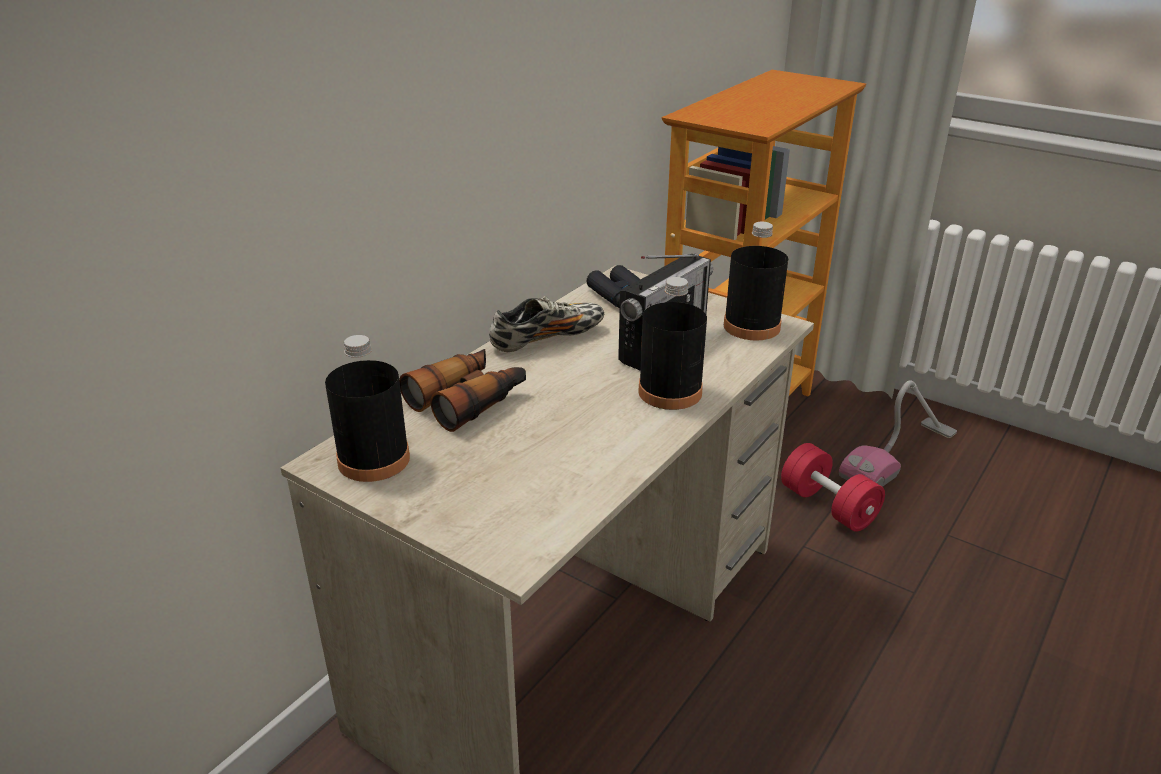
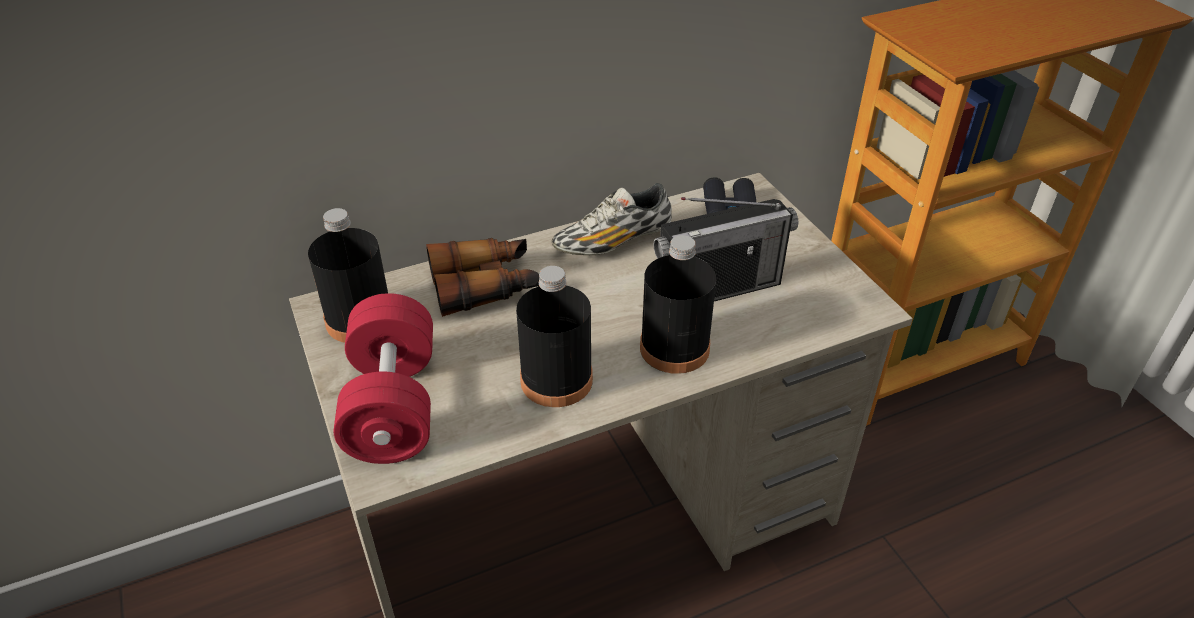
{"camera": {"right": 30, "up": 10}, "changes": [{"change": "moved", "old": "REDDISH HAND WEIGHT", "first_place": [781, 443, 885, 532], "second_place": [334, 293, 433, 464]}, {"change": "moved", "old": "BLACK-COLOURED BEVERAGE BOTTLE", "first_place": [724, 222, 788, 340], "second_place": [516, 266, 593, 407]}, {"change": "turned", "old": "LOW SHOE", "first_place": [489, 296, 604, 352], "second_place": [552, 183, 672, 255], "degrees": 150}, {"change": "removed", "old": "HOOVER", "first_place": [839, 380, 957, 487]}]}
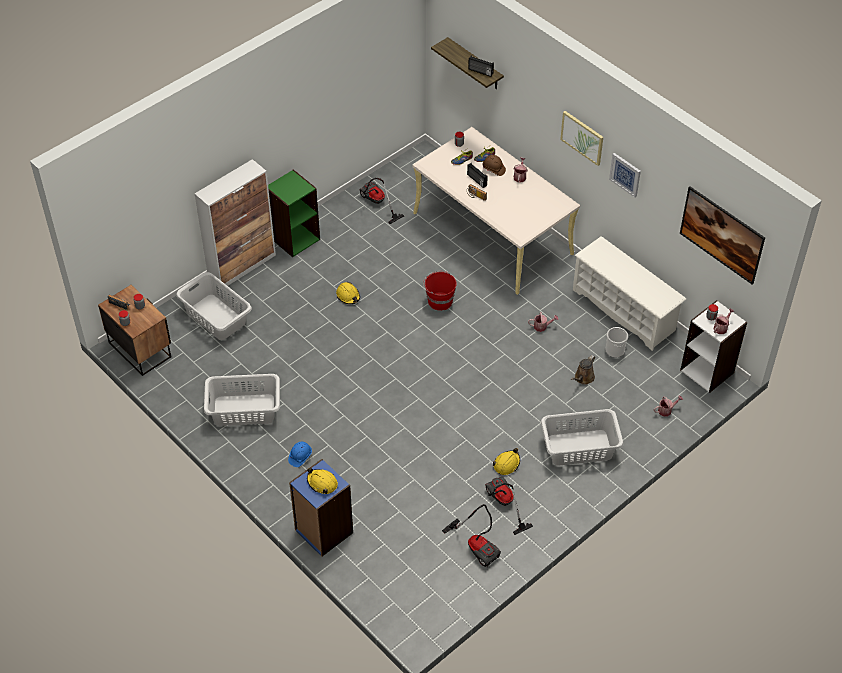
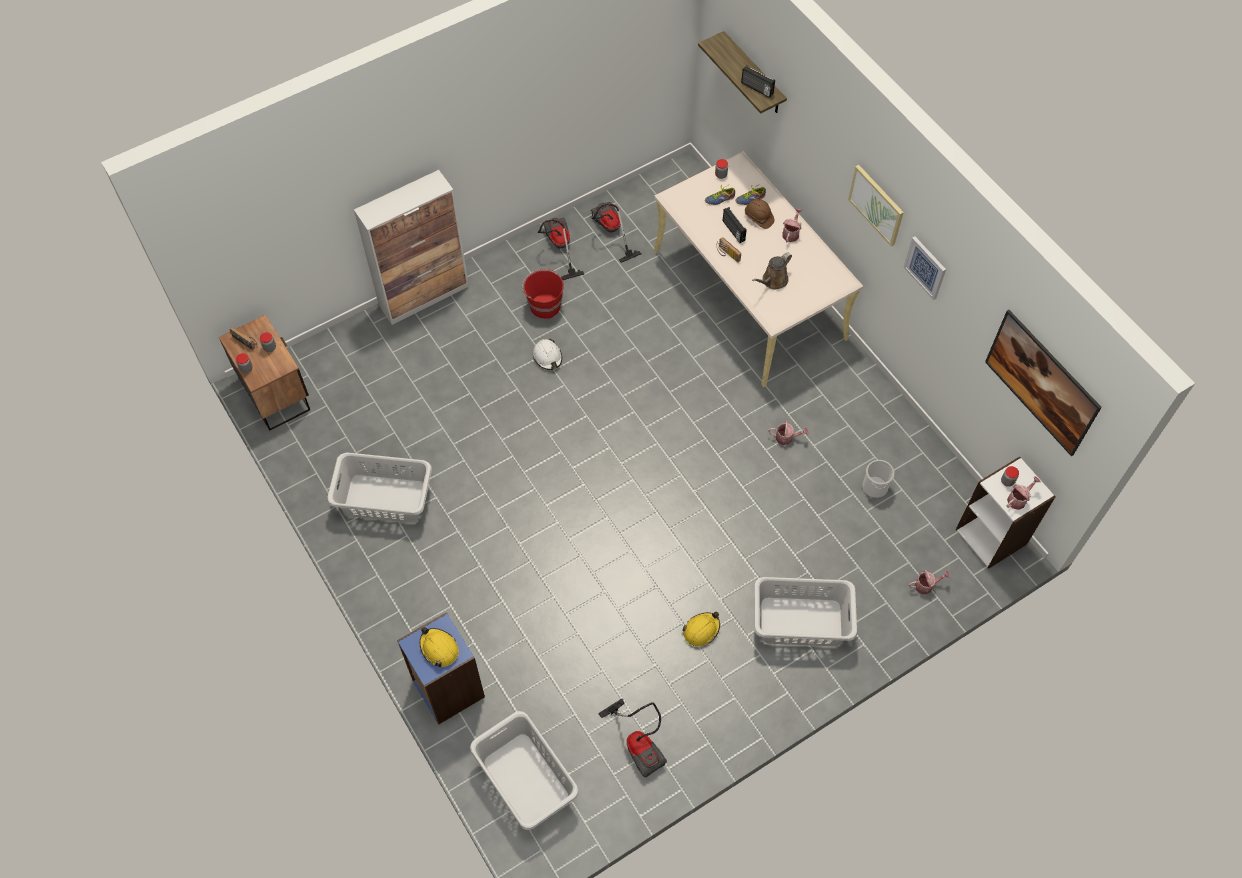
{"camera": {"right": 10, "up": 10}, "changes": [{"change": "moved", "old": "GRAY WASHING BASKET", "first_place": [176, 272, 252, 340], "second_place": [470, 711, 579, 830]}, {"change": "moved", "old": "REDDISH BUCKET", "first_place": [423, 271, 457, 311], "second_place": [522, 269, 564, 319]}, {"change": "recoloured", "old": "YELLOW-COLOURED SAFETY HELMET", "new": "WHITE SAFETY HELMET", "first_place": [336, 282, 360, 304], "second_place": [533, 339, 562, 370]}, {"change": "moved", "old": "HOOVER", "first_place": [485, 477, 533, 535], "second_place": [538, 218, 584, 280]}, {"change": "moved", "old": "BROWNISH WATERING CAN", "first_place": [571, 355, 595, 385], "second_place": [752, 252, 792, 290]}, {"change": "removed", "old": "GREEN SHELVING UNIT", "first_place": [268, 169, 320, 257]}, {"change": "removed", "old": "BLUE-COLOURED SAFETY HELMET", "first_place": [288, 442, 312, 467]}, {"change": "removed", "old": "WHITE SHOE SHELF", "first_place": [573, 236, 686, 351]}]}
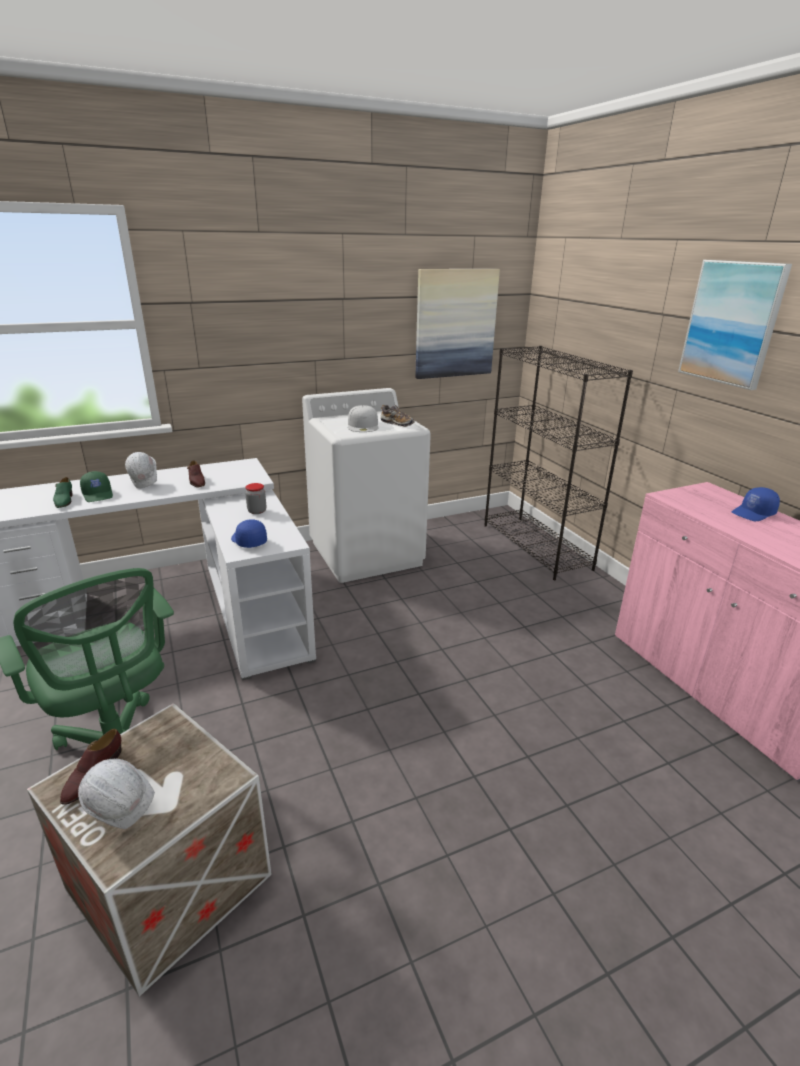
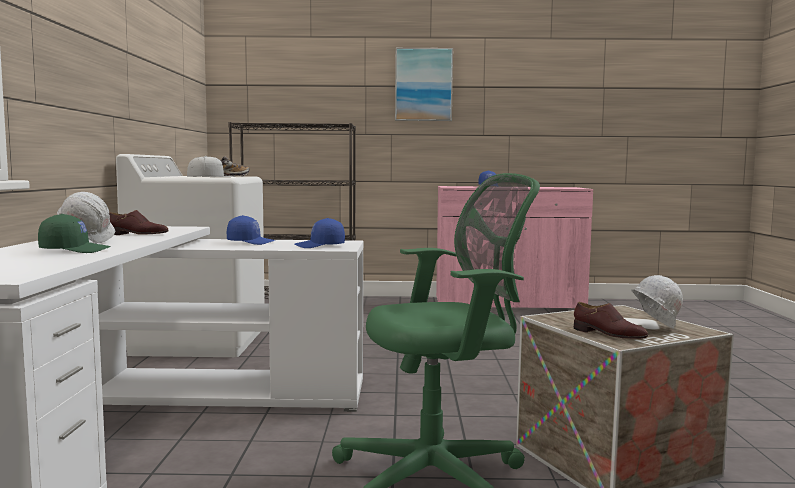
{"camera": {"right": -65, "up": -20}, "changes": [{"change": "replaced", "old": "STORAGE JAR", "new": "BLUE-COLOURED CAP", "first_place": [245, 483, 266, 514], "second_place": [227, 215, 275, 245]}, {"change": "removed", "old": "GREEN LOW SHOE", "first_place": [53, 477, 72, 508]}, {"change": "removed", "old": "WALL PICTURE", "first_place": [415, 269, 500, 379]}]}
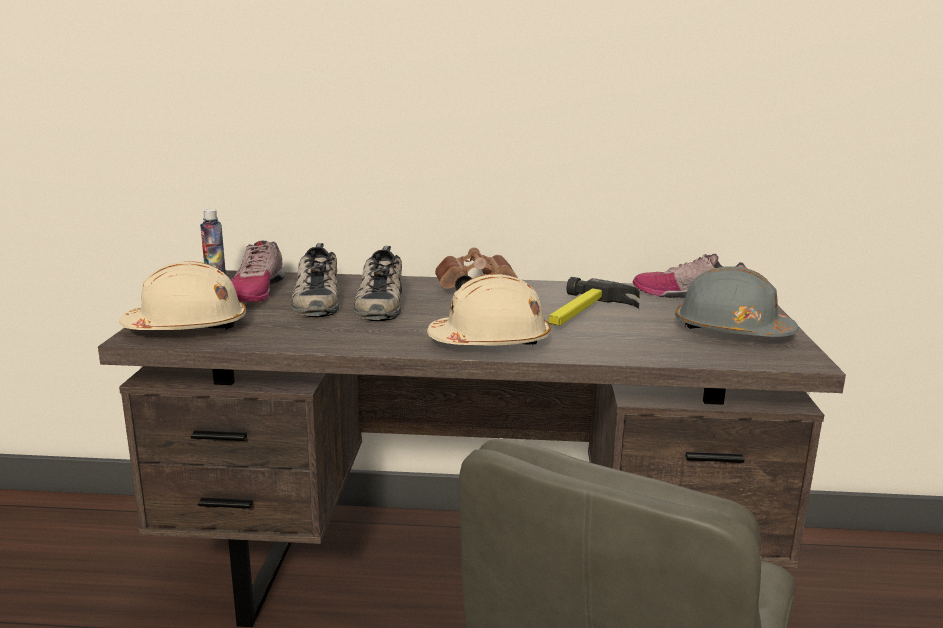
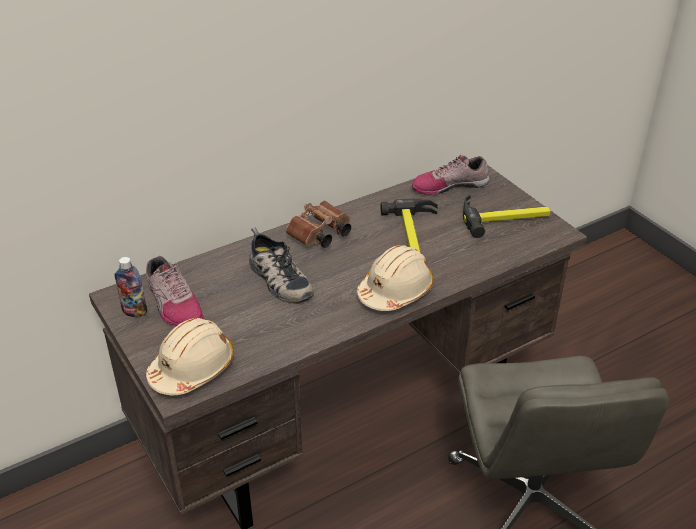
{"camera": {"right": -35, "up": 20}, "changes": [{"change": "replaced", "old": "GRAY SAFETY HELMET", "new": "TOOL HAMMER", "first_place": [675, 266, 799, 337], "second_place": [463, 195, 551, 238]}, {"change": "removed", "old": "LOW SHOE", "first_place": [291, 243, 339, 317]}]}
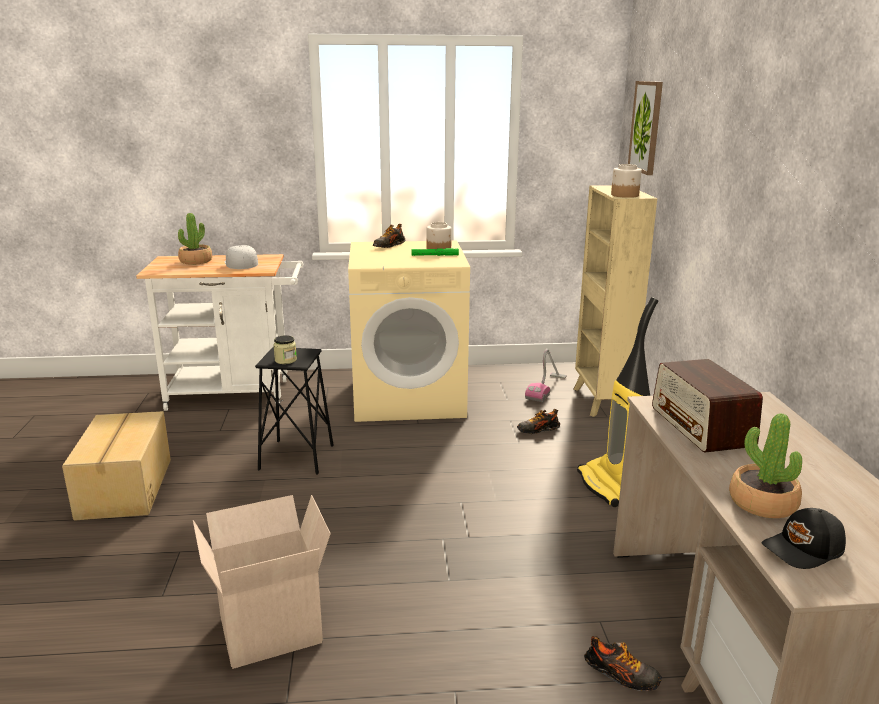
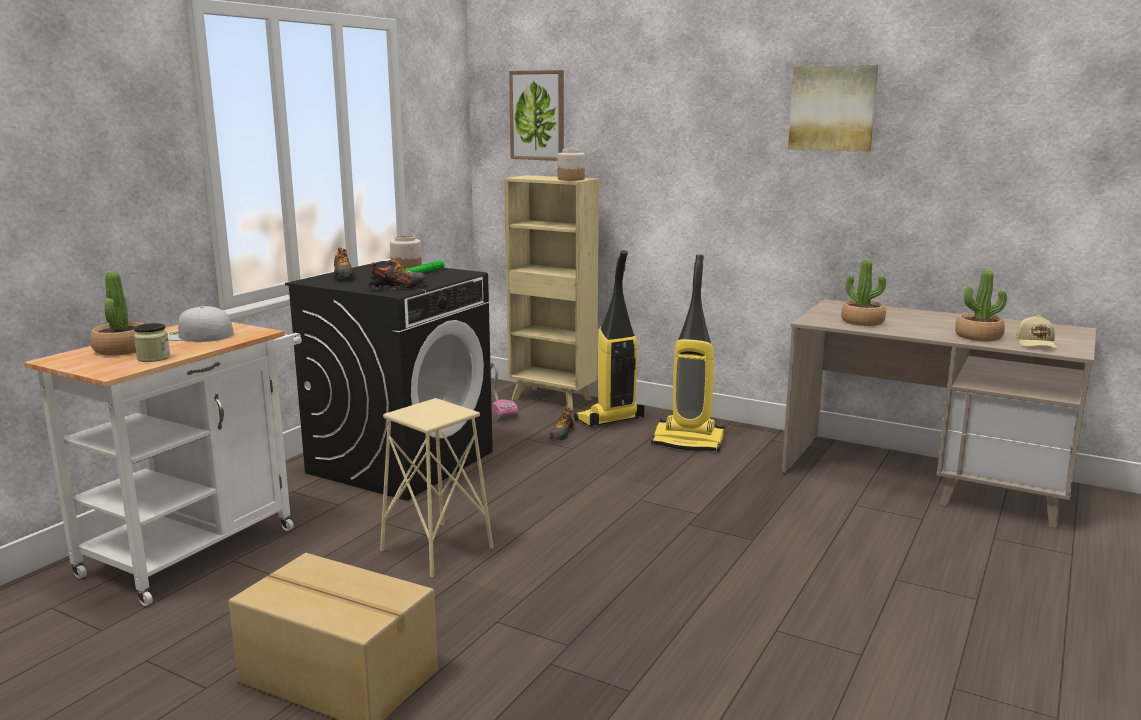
{"camera": {"right": -55, "up": -5}, "changes": [{"change": "moved", "old": "STORAGE JAR", "first_place": [273, 335, 297, 364], "second_place": [134, 323, 170, 362]}, {"change": "recoloured", "old": "BEIGE-COLOURED LAUNDRY MACHINE", "new": "BLACK-COLOURED LAUNDRY MACHINE", "first_place": [348, 241, 470, 422], "second_place": [285, 261, 493, 501]}, {"change": "moved", "old": "LOW SHOE", "first_place": [584, 636, 662, 691], "second_place": [367, 258, 427, 290]}, {"change": "recoloured", "old": "BLACK-COLOURED STOOL", "new": "BEIGE-COLOURED STOOL", "first_place": [255, 347, 333, 474], "second_place": [380, 398, 493, 578]}, {"change": "added", "new": "HOOVER", "second_place": [574, 250, 644, 427]}, {"change": "added", "new": "WALL PICTURE", "second_place": [788, 65, 878, 152]}, {"change": "replaced", "old": "RADIO SET", "new": "PLANT IN A POT", "first_place": [652, 359, 763, 453], "second_place": [841, 259, 886, 326]}, {"change": "recoloured", "old": "BLACK-COLOURED CAP", "new": "BEIGE-COLOURED CAP", "first_place": [761, 508, 846, 569], "second_place": [1016, 315, 1057, 349]}, {"change": "removed", "old": "CARTON", "first_place": [193, 495, 331, 669]}]}
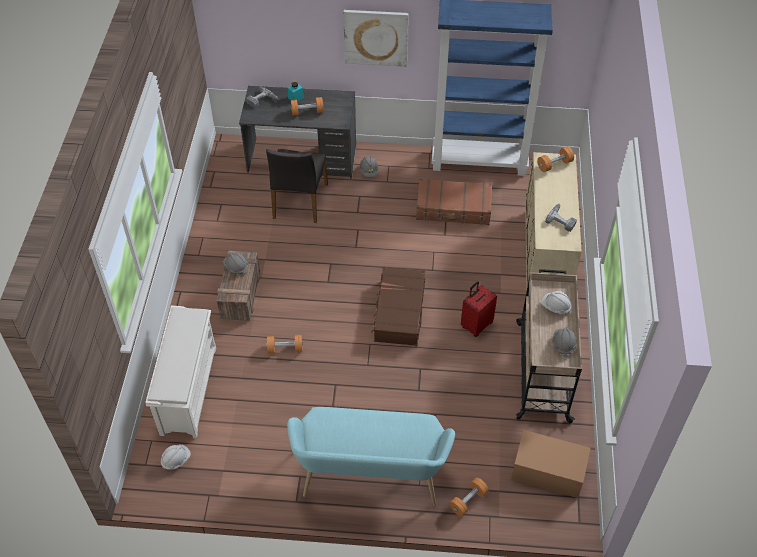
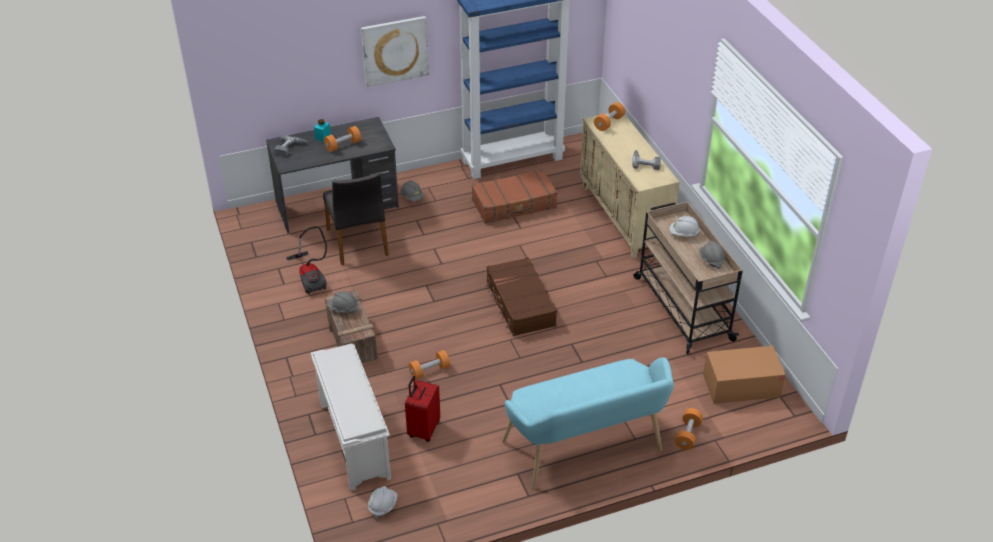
{"camera": {"right": -25, "up": -10}, "changes": [{"change": "added", "new": "HOOVER", "second_place": [286, 226, 327, 295]}, {"change": "moved", "old": "REDDISH TRAVEL CASE", "first_place": [461, 281, 497, 337], "second_place": [405, 376, 440, 442]}]}
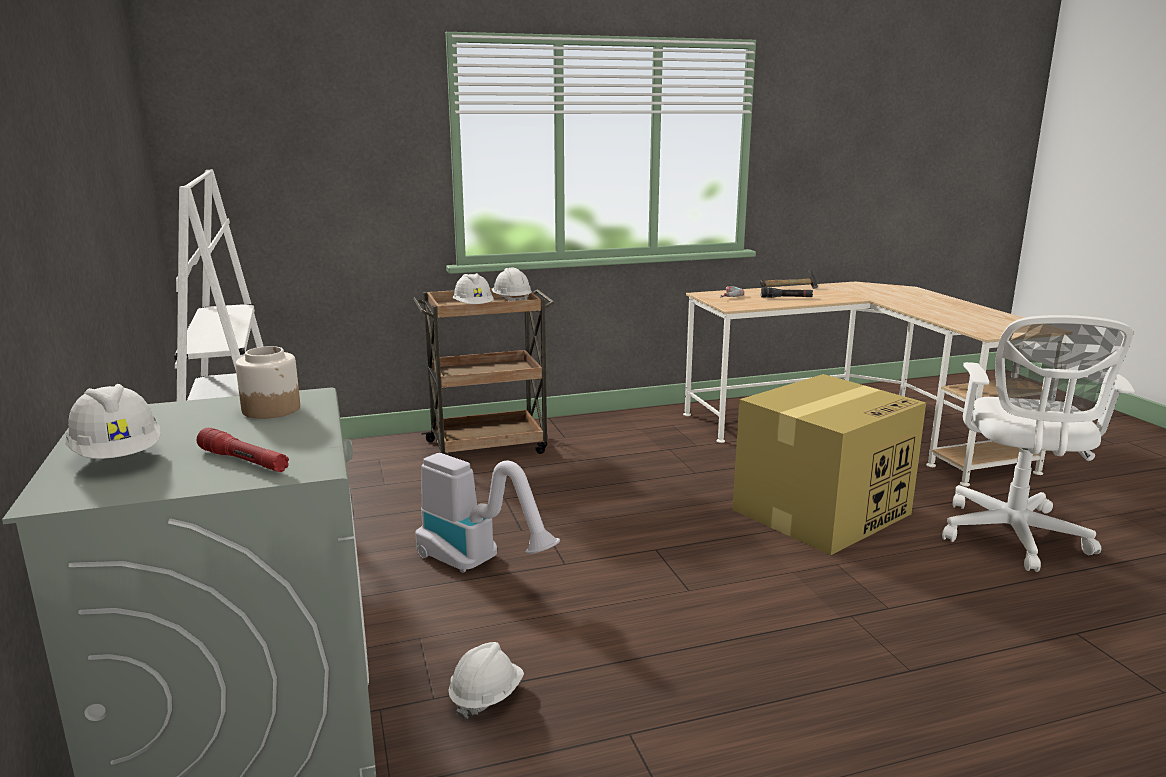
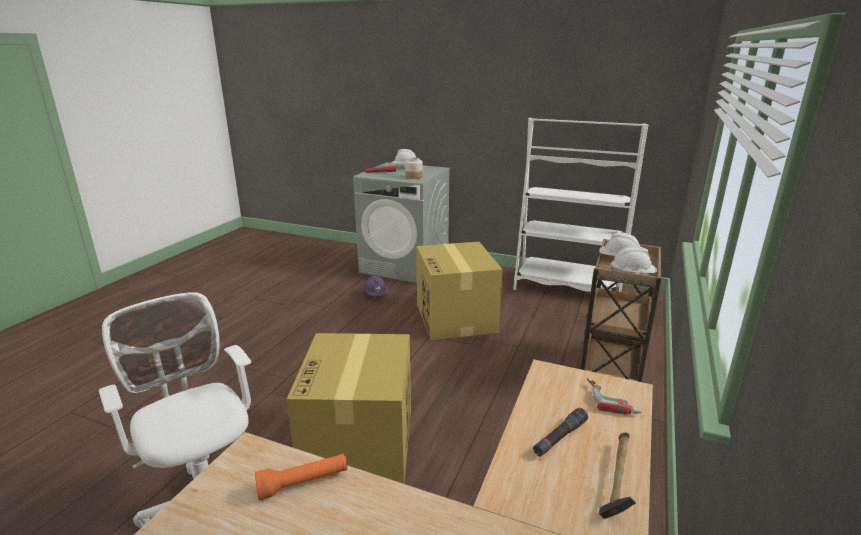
{"camera": {"right": 130, "up": 5}, "changes": [{"change": "added", "new": "ORANGE-COLOURED TORCH", "second_place": [255, 454, 347, 500]}, {"change": "recoloured", "old": "WHITE SAFETY HELMET", "new": "PURPLE SAFETY HELMET", "first_place": [449, 642, 524, 719], "second_place": [364, 276, 387, 296]}, {"change": "replaced", "old": "HOOVER", "new": "CARTON", "first_place": [415, 453, 560, 573], "second_place": [416, 242, 503, 340]}]}
